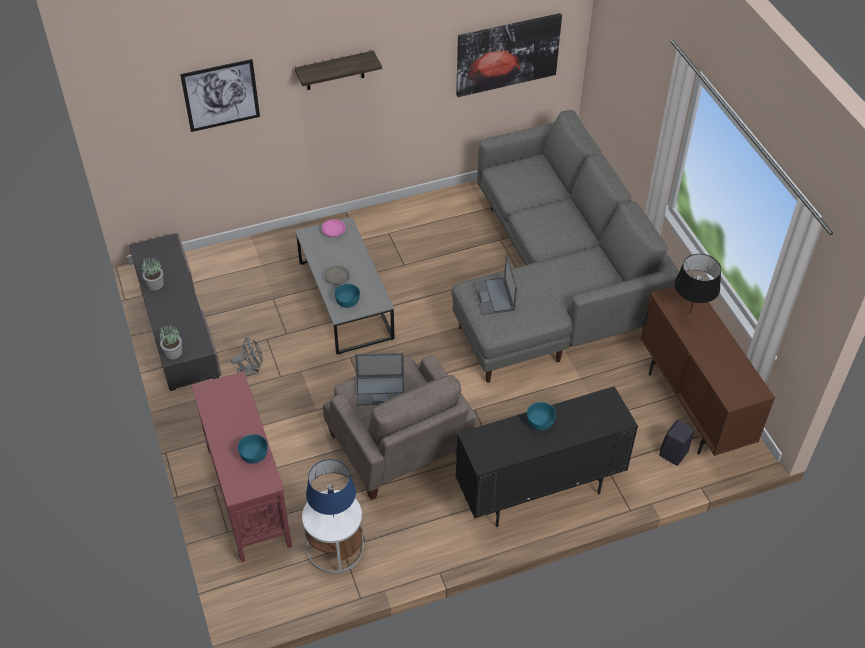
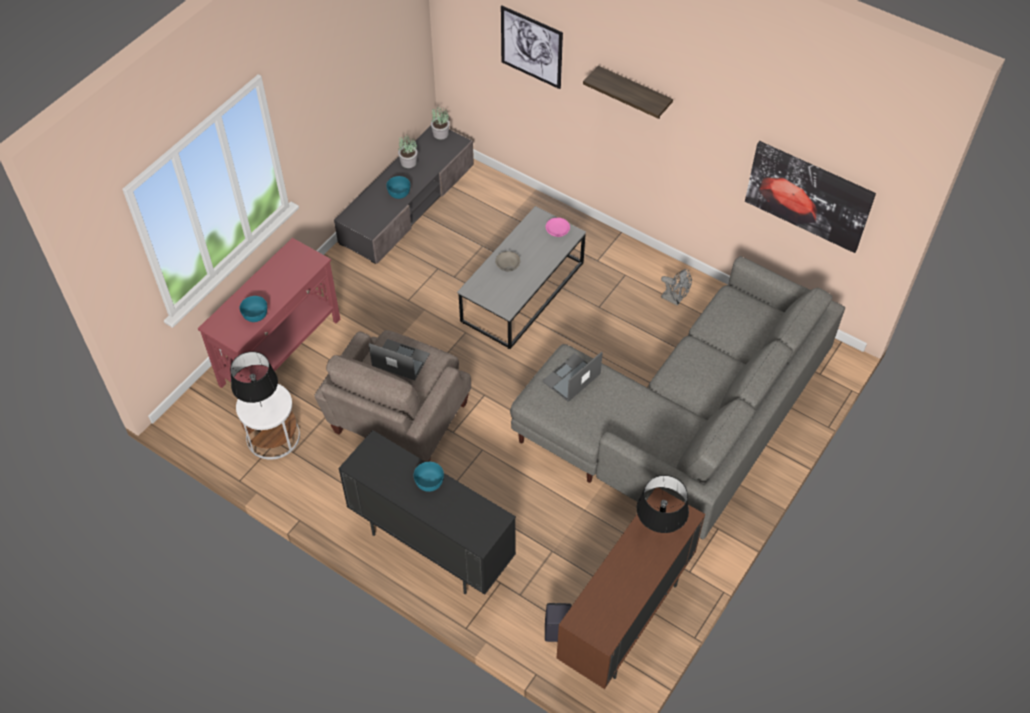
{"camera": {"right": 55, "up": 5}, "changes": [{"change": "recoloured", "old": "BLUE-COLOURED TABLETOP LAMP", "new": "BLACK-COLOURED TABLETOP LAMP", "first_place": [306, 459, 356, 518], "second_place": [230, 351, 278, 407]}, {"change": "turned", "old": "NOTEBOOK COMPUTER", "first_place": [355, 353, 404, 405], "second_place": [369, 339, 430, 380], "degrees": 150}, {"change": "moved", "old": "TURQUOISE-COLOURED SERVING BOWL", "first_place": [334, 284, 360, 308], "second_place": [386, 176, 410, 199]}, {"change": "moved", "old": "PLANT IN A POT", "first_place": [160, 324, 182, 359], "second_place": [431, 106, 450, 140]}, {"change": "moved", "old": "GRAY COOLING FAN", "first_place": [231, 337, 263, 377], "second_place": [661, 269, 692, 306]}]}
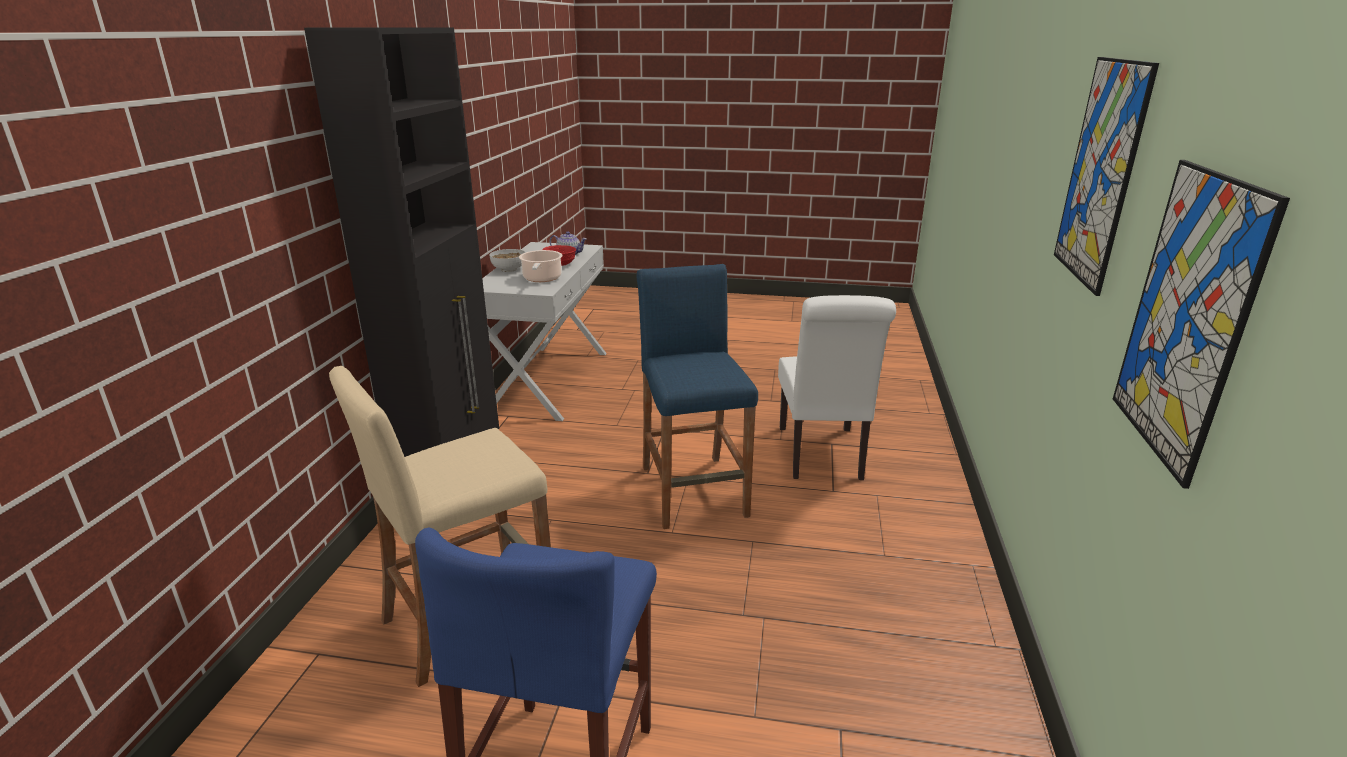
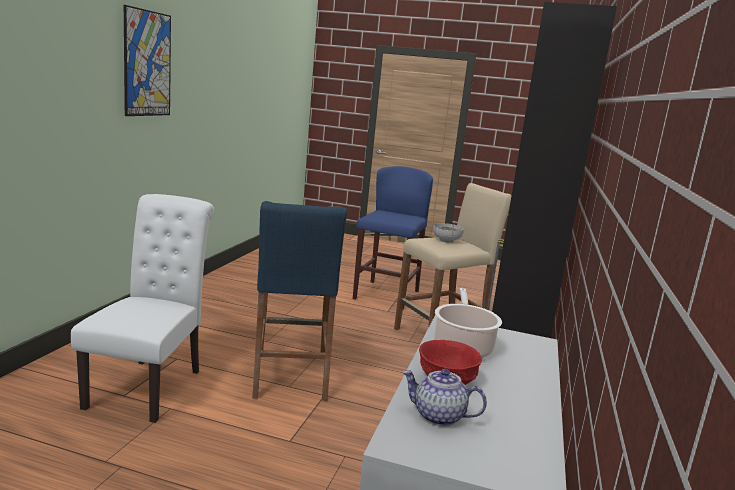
{"camera": {"right": -175, "up": -10}, "changes": [{"change": "moved", "old": "SERVING BOWL", "first_place": [489, 249, 525, 272], "second_place": [433, 223, 464, 243]}, {"change": "removed", "old": "WALL PICTURE", "first_place": [1113, 160, 1290, 489]}]}
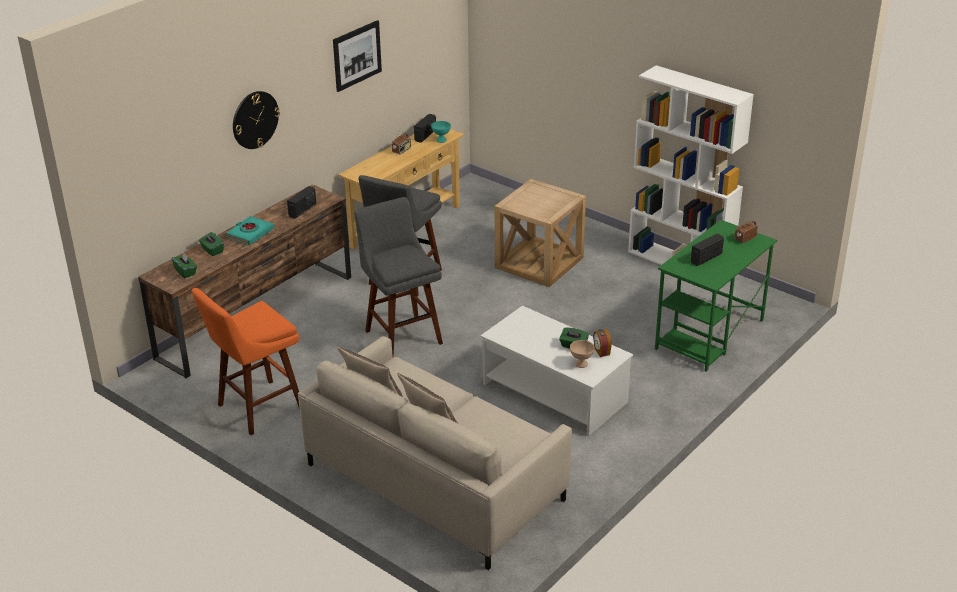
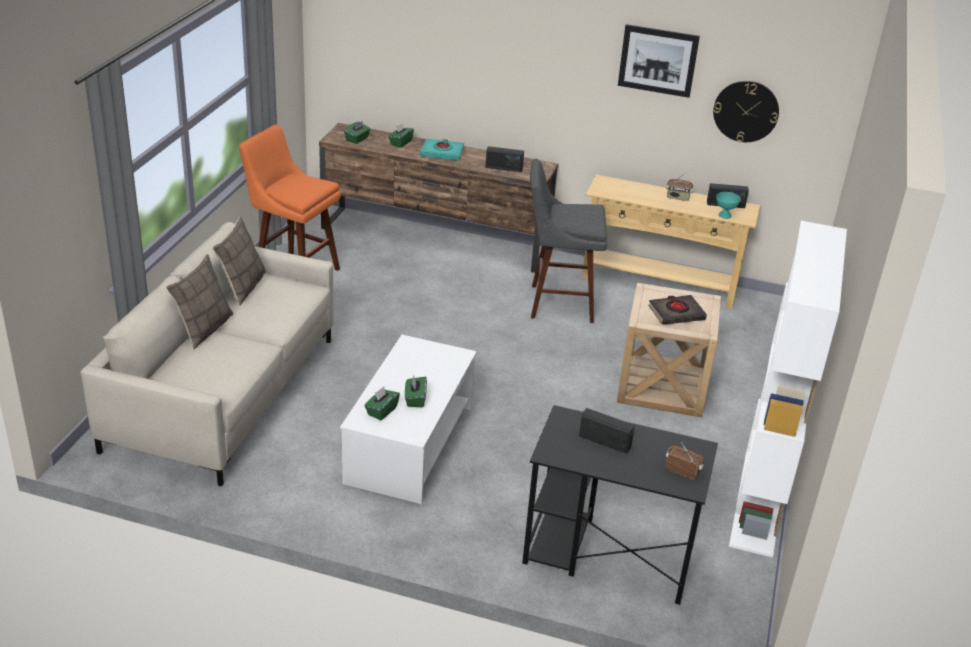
{"camera": {"right": 65, "up": 0}, "changes": [{"change": "replaced", "old": "BEIGE-COLOURED SERVING BOWL", "new": "GREEN BOX OF TISSUES", "first_place": [570, 340, 594, 368], "second_place": [365, 387, 400, 420]}, {"change": "recoloured", "old": "GREEN DESK TABLE", "new": "BLACK-COLOURED DESK TABLE", "first_place": [655, 220, 777, 371], "second_place": [522, 405, 718, 605]}, {"change": "added", "new": "BLACK-COLOURED BOUND BOOK", "second_place": [648, 295, 707, 325]}, {"change": "moved", "old": "HANGING CLOCK", "first_place": [233, 91, 280, 149], "second_place": [713, 81, 779, 142]}, {"change": "removed", "old": "GRAY STOOL", "first_place": [354, 197, 443, 357]}, {"change": "removed", "old": "BEDSIDE CLOCK", "first_place": [593, 329, 612, 357]}]}
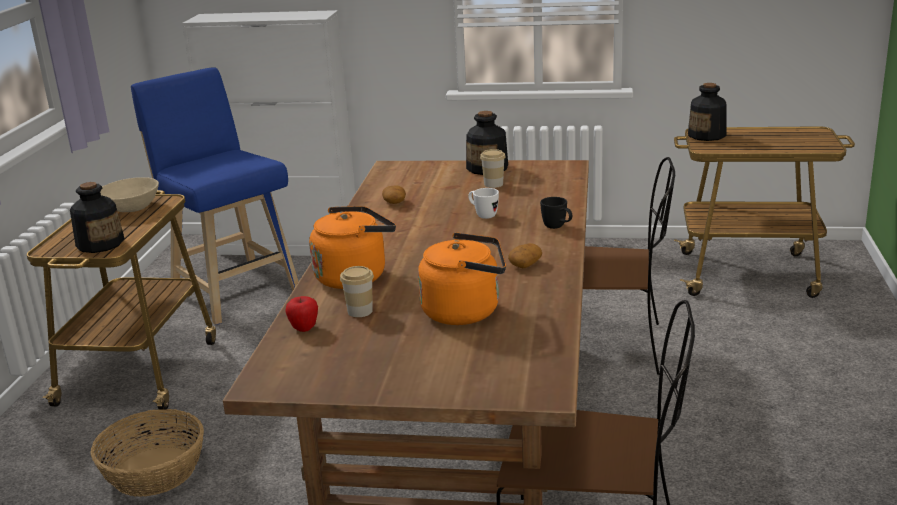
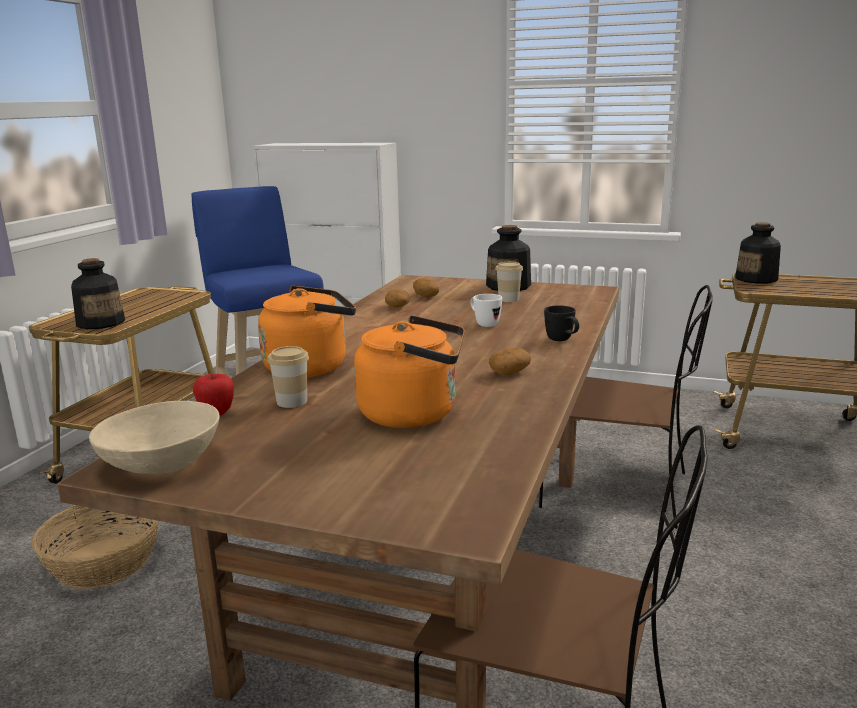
{"camera": {"right": 10, "up": -5}, "changes": [{"change": "moved", "old": "BEIGE-COLOURED SERVING BOWL", "first_place": [100, 177, 159, 212], "second_place": [89, 401, 220, 474]}, {"change": "added", "new": "SPUD", "second_place": [413, 278, 439, 297]}]}
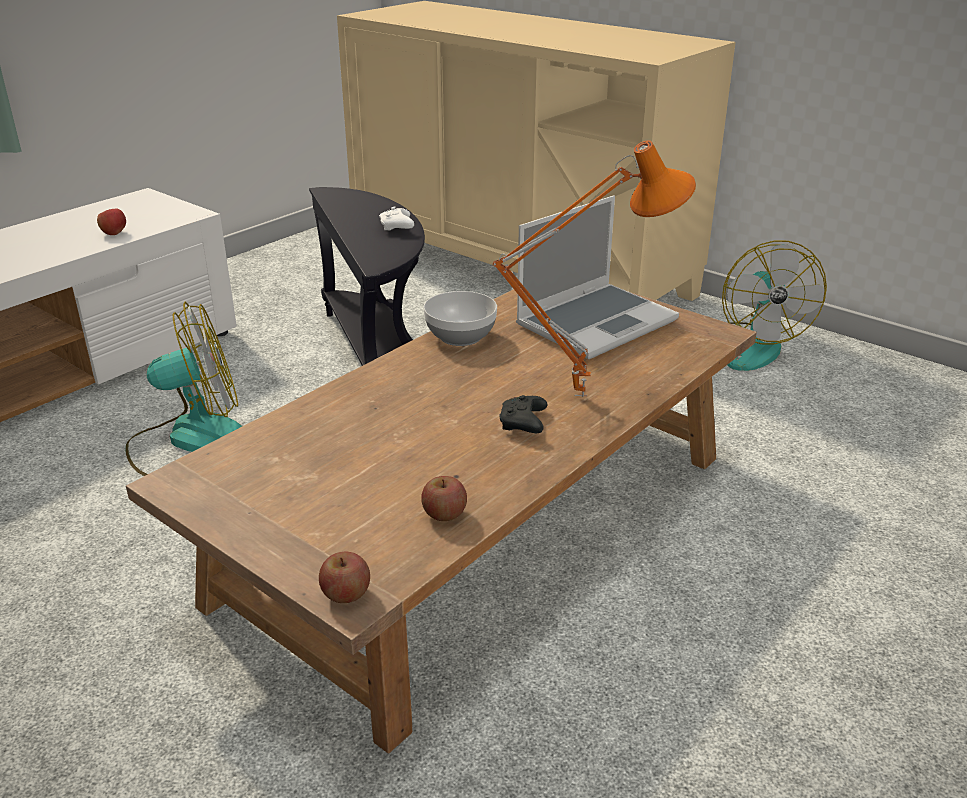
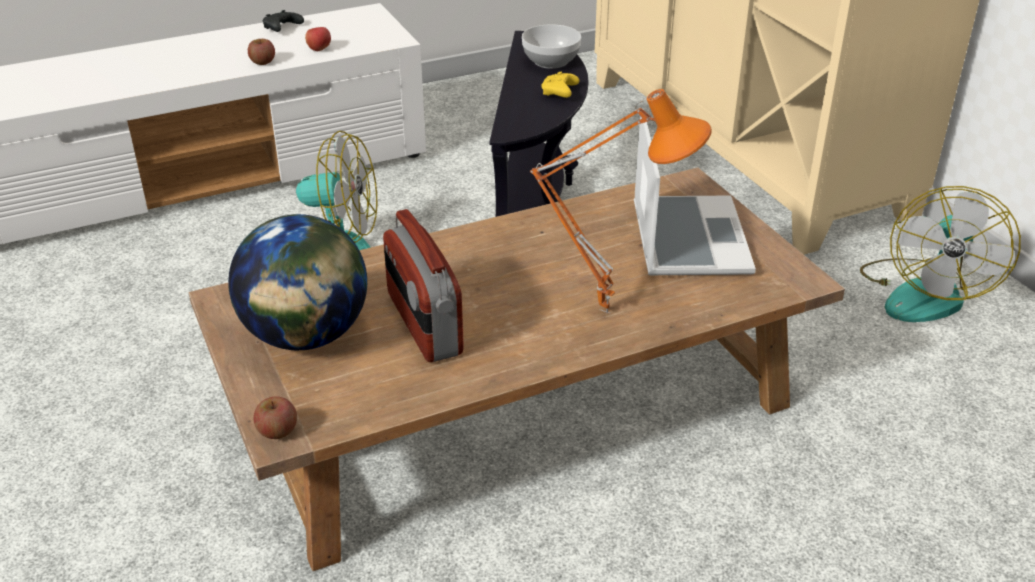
{"camera": {"right": 25, "up": 5}, "changes": [{"change": "added", "new": "WORLD GLOBE", "second_place": [228, 214, 367, 350]}, {"change": "moved", "old": "APPLE FRUIT", "first_place": [421, 476, 467, 521], "second_place": [248, 39, 275, 65]}, {"change": "moved", "old": "BLACK-COLOURED GAMEPAD", "first_place": [499, 395, 548, 433], "second_place": [263, 10, 304, 32]}, {"change": "added", "new": "RADIO SET", "second_place": [383, 209, 464, 362]}, {"change": "moved", "old": "SERVING BOWL", "first_place": [423, 291, 497, 346], "second_place": [522, 24, 581, 69]}, {"change": "recoloured", "old": "WHITE GAMEPAD", "new": "YELLOW-COLOURED GAMEPAD", "first_place": [379, 207, 414, 231], "second_place": [541, 72, 579, 98]}, {"change": "turned", "old": "NOTEBOOK COMPUTER", "first_place": [516, 195, 679, 359], "second_place": [634, 116, 756, 275], "degrees": -75}]}
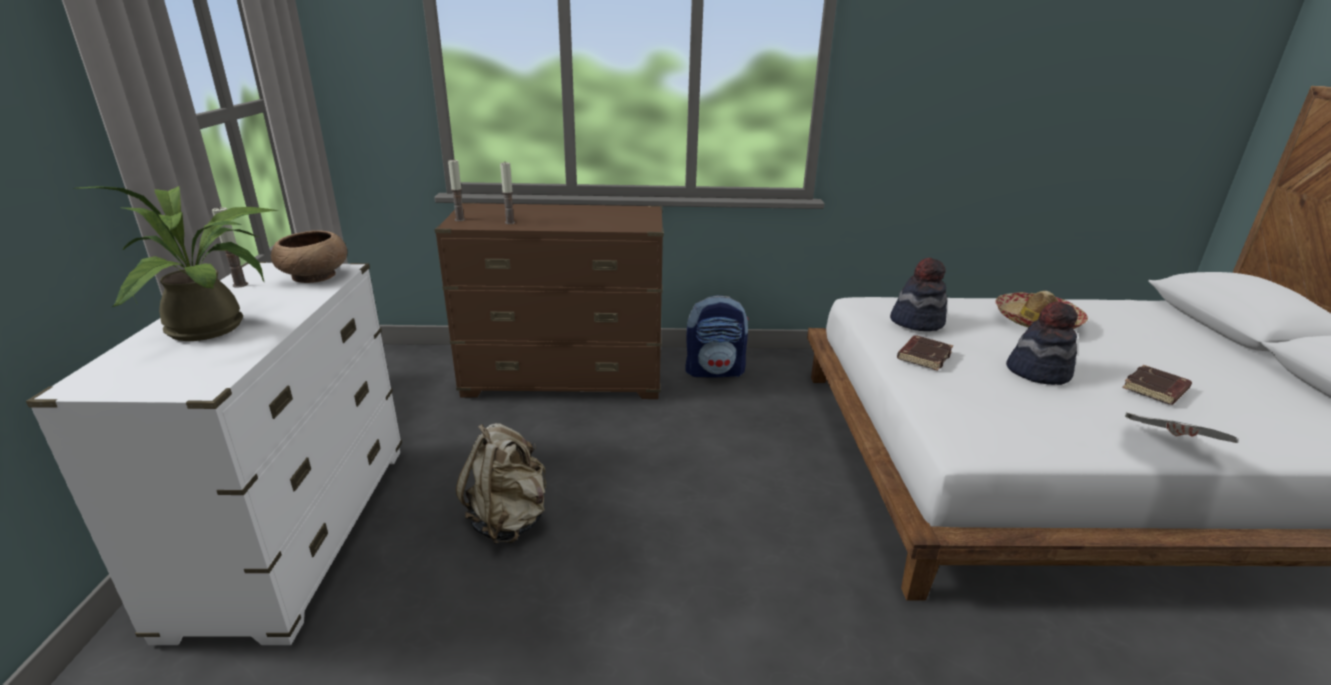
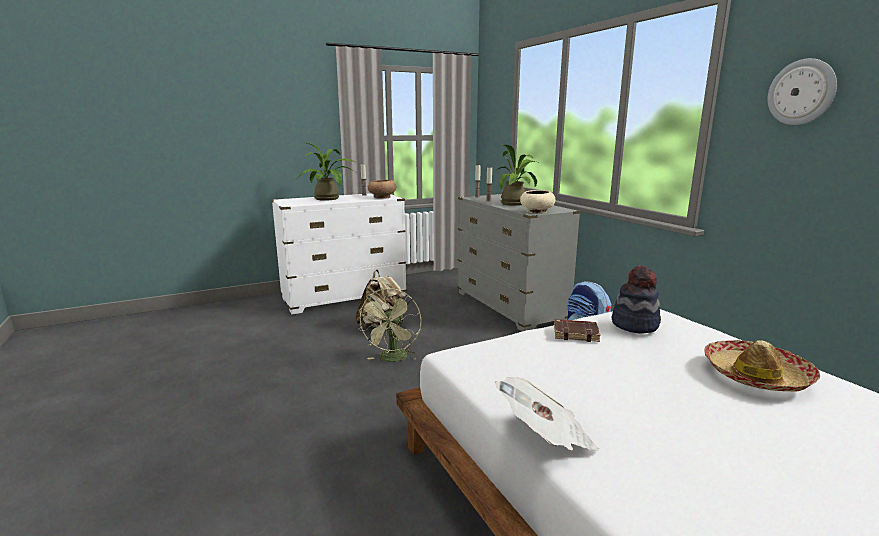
{"camera": {"right": 65, "up": -10}, "changes": [{"change": "added", "new": "GREEN COOLING FAN", "second_place": [358, 288, 421, 362]}, {"change": "recoloured", "old": "BROWNISH DRESSER", "new": "GRAY DRESSER", "first_place": [435, 203, 664, 399], "second_place": [457, 194, 581, 331]}, {"change": "added", "new": "PLANT IN A POT", "second_place": [495, 144, 537, 206]}, {"change": "added", "new": "BEIGE-COLOURED SERVING BOWL", "second_place": [520, 190, 555, 213]}, {"change": "added", "new": "HANGING CLOCK", "second_place": [767, 58, 837, 125]}, {"change": "removed", "old": "CLOTHING HAT", "first_place": [1006, 301, 1078, 385]}, {"change": "removed", "old": "BROWNISH BOUND BOOK", "first_place": [1122, 365, 1192, 405]}]}
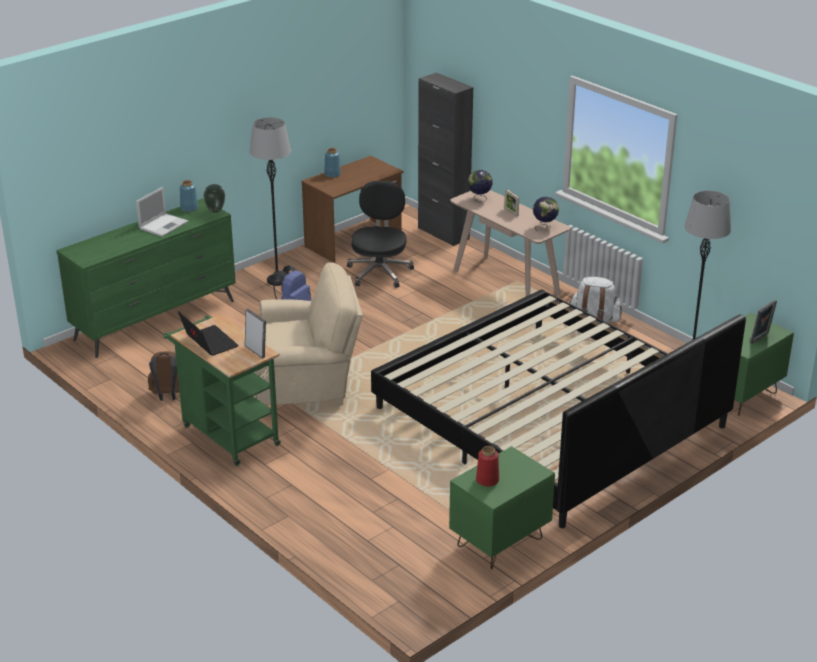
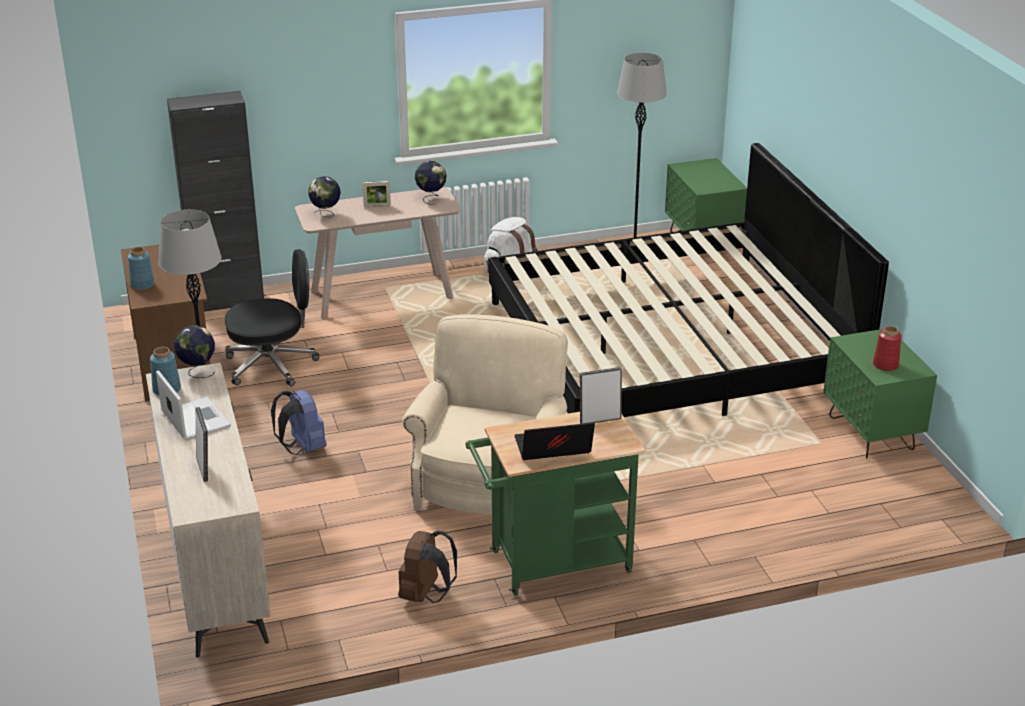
{"camera": {"right": -65, "up": 0}, "changes": [{"change": "recoloured", "old": "GREEN DRESSER", "new": "BEIGE-COLOURED DRESSER", "first_place": [56, 198, 236, 358], "second_place": [146, 363, 271, 657]}, {"change": "replaced", "old": "VASE", "new": "WORLD GLOBE", "first_place": [203, 184, 225, 213], "second_place": [174, 326, 215, 378]}, {"change": "moved", "old": "STANDING FRAME", "first_place": [750, 300, 777, 344], "second_place": [196, 407, 208, 482]}, {"change": "turned", "old": "BLACK-COLOURED COMPUTER CHAIR", "first_place": [347, 181, 414, 288], "second_place": [225, 249, 319, 387], "degrees": 135}]}
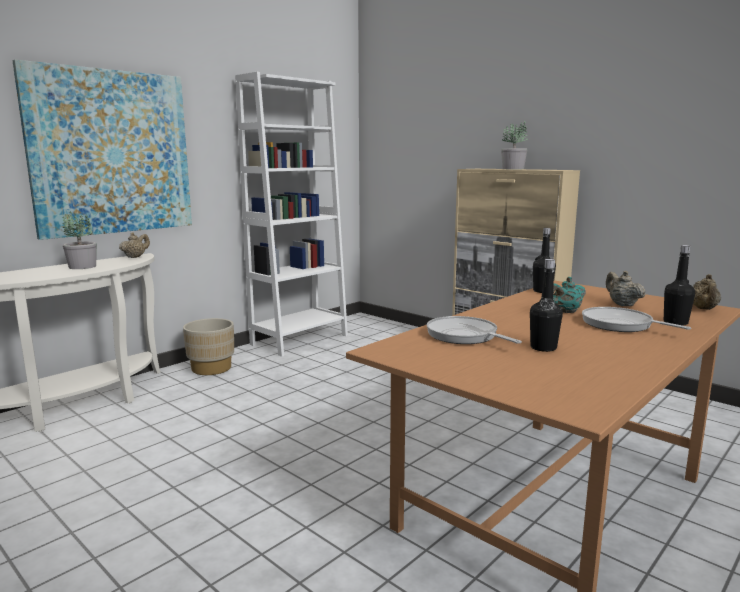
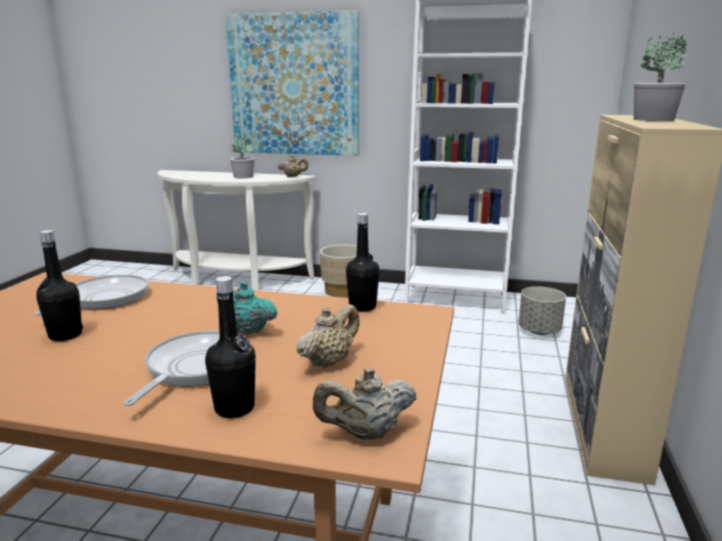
{"camera": {"right": 60, "up": 5}, "changes": [{"change": "added", "new": "GRAY PLANTER", "second_place": [518, 287, 566, 335]}]}
